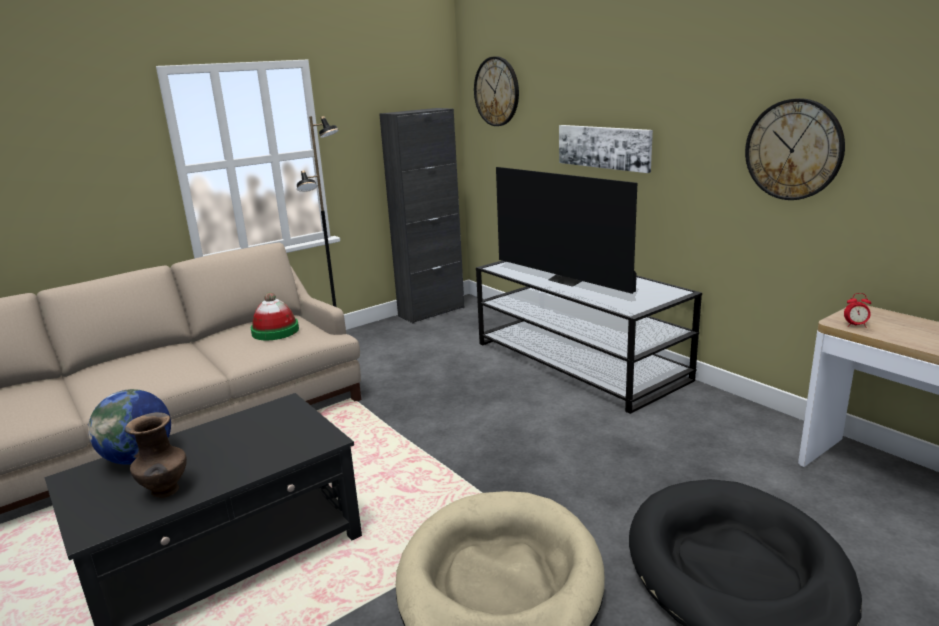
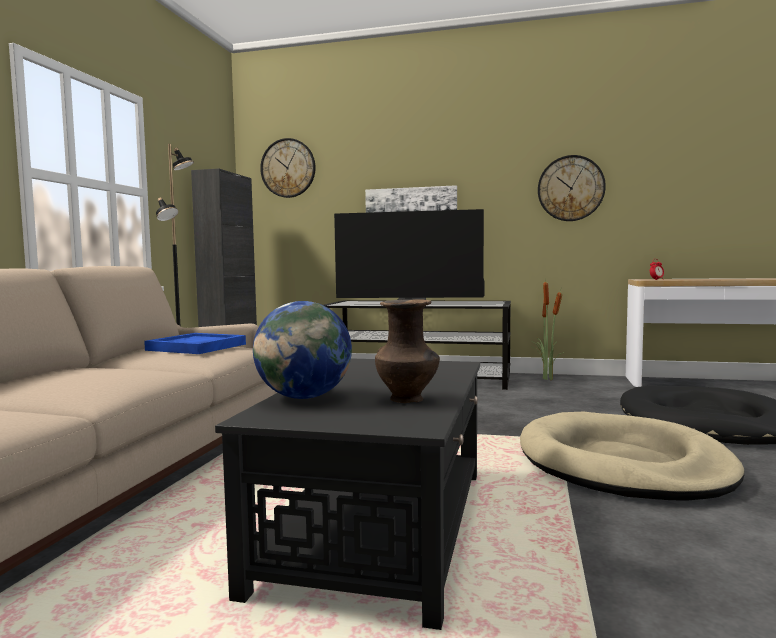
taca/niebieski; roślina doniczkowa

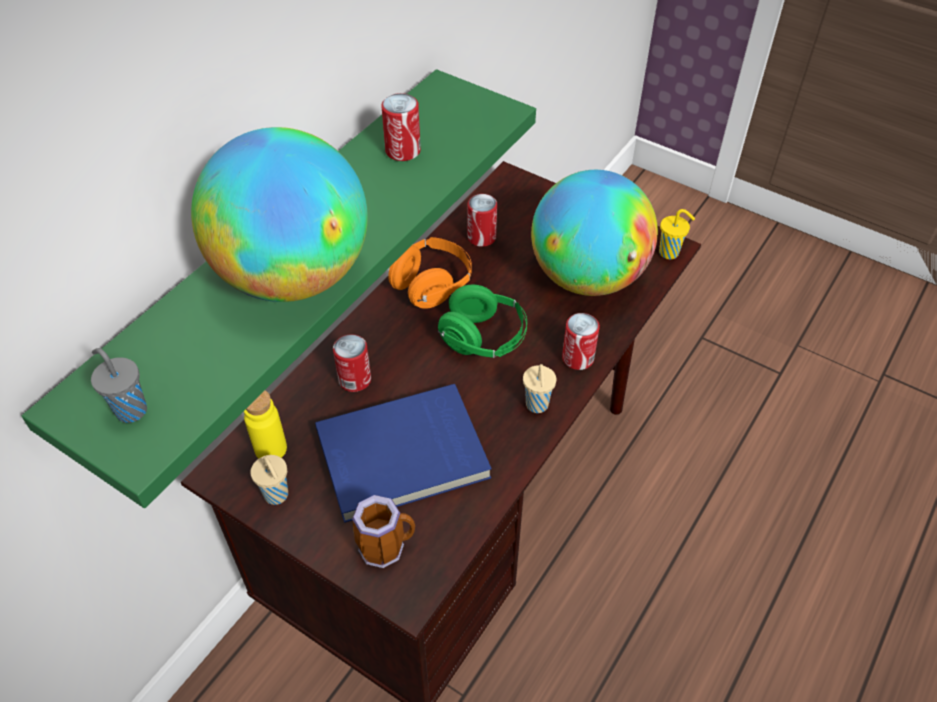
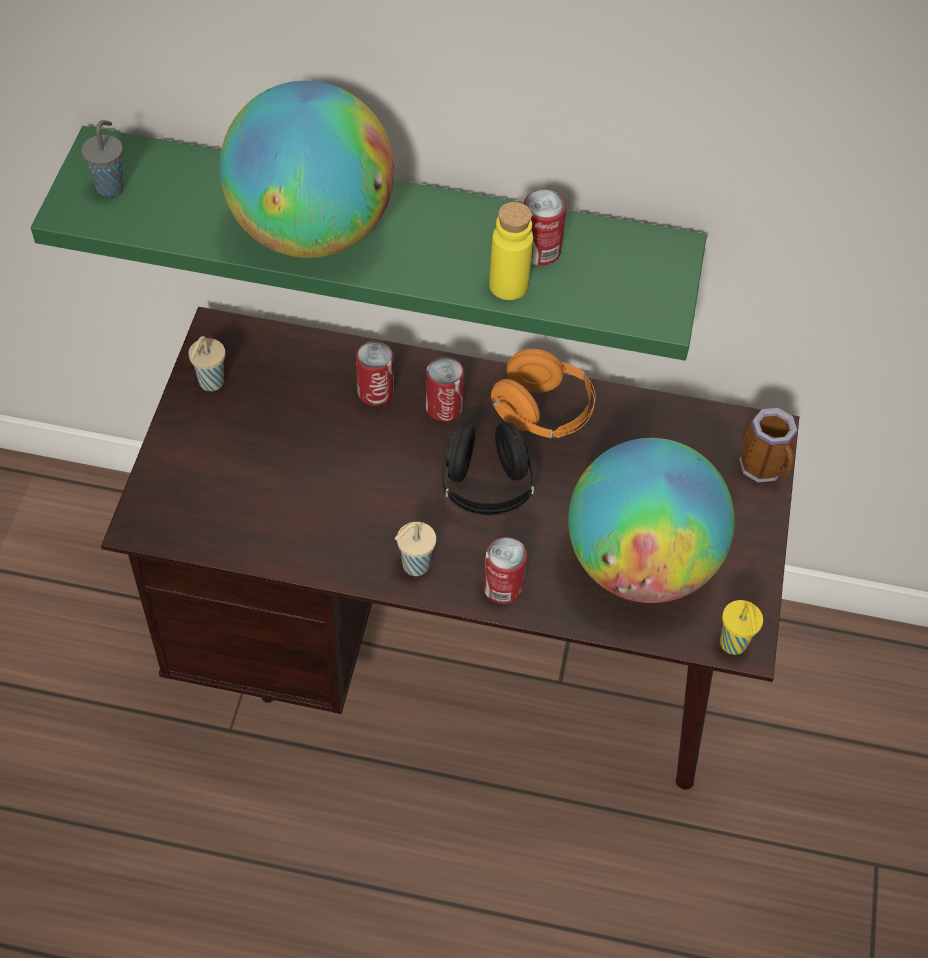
puszka (no. 2 from left); słuchawki/czarny; butelka/żółty; kubek; książka/niebieski

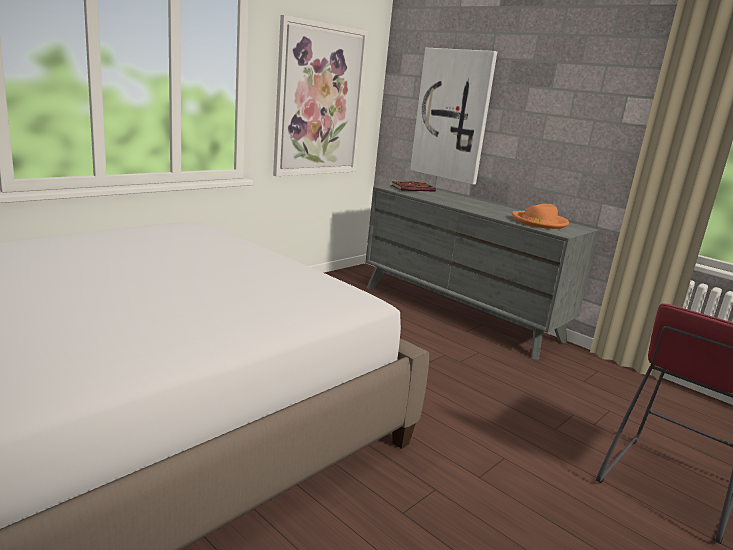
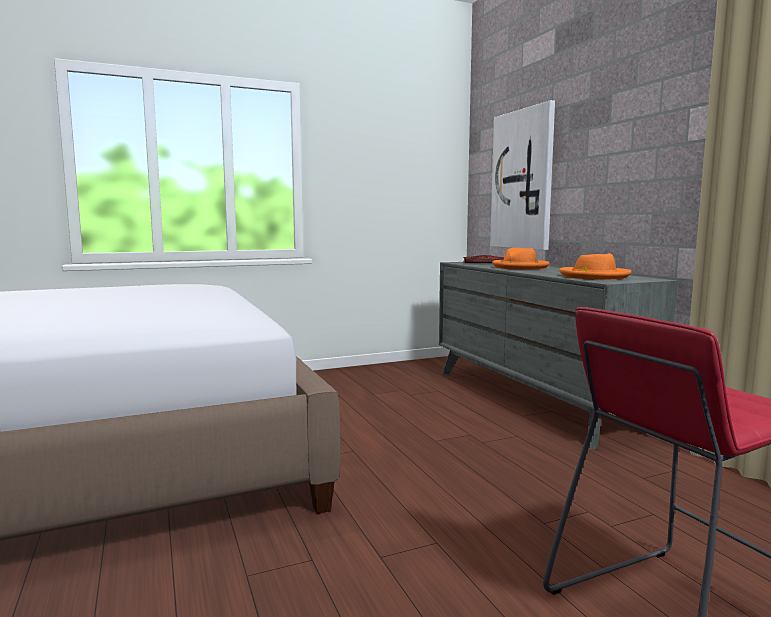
kapelusz/pomarańczowy (no. 1 from left); obraz (no. 1 from left in the first image)

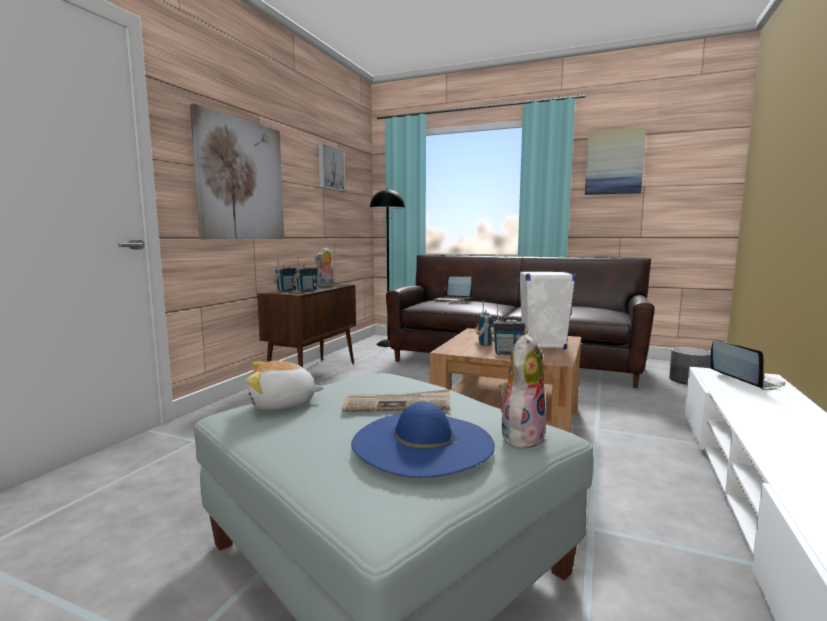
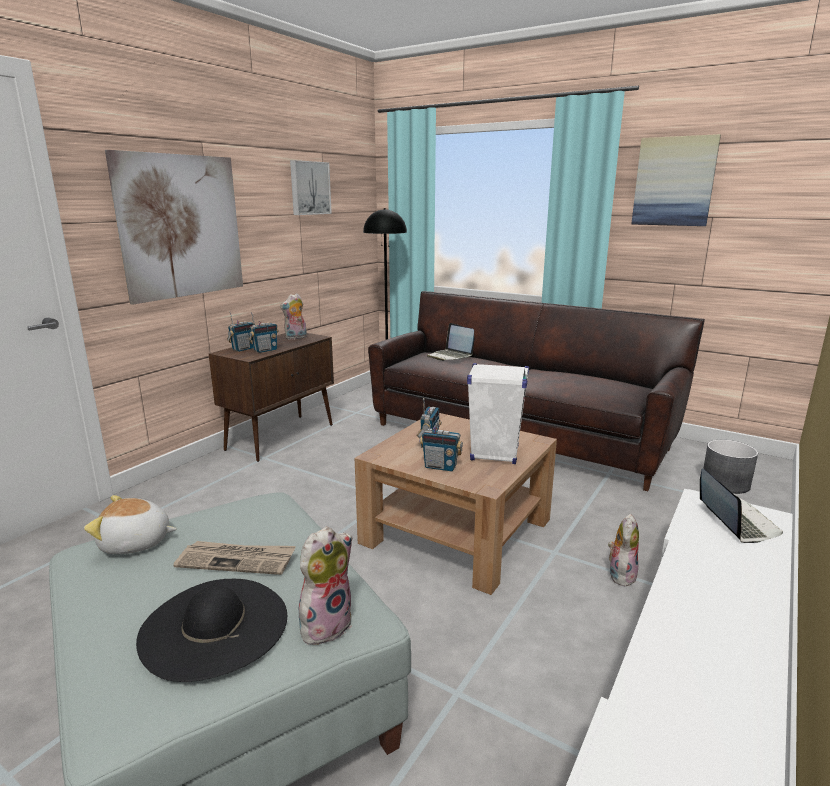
kapelusz/czarny; pluszak (no. 4 from left)

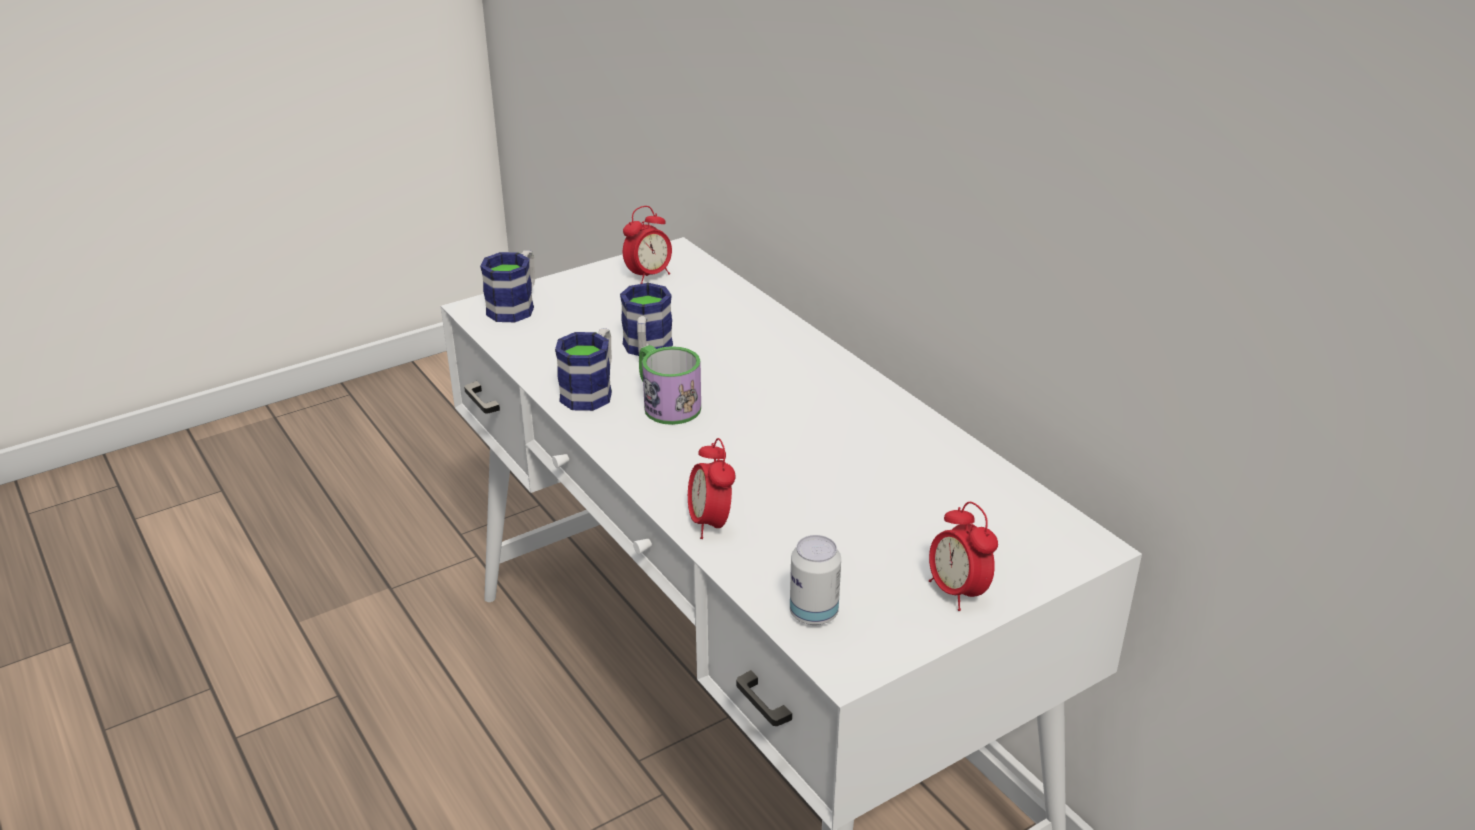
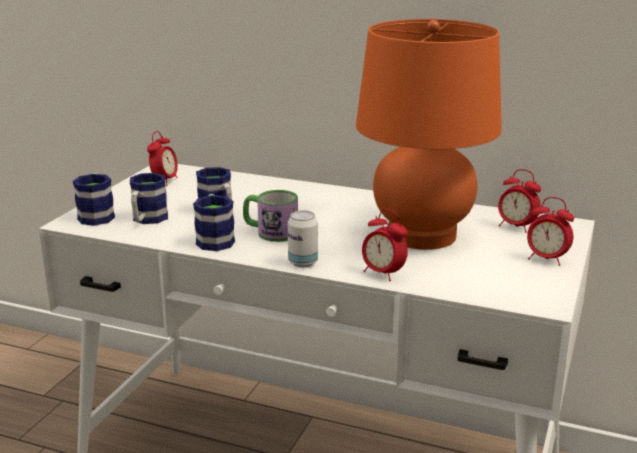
kubek (no. 2 from left); puszka; lampa stołowa/pomarańczowy; budzik (no. 3 from left)

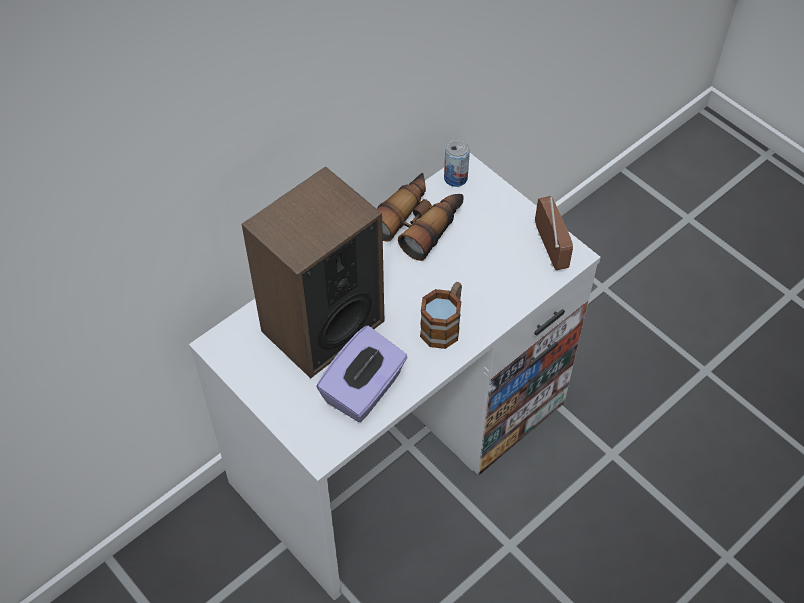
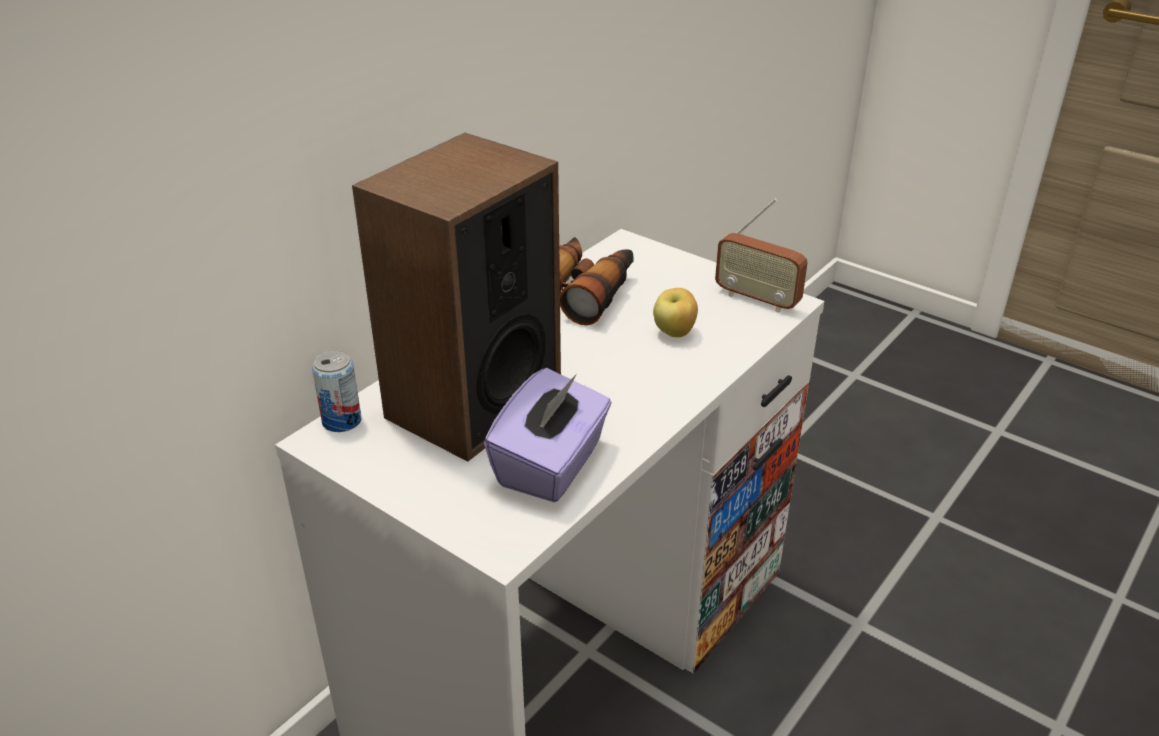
puszka; jabłko; radio; kubek

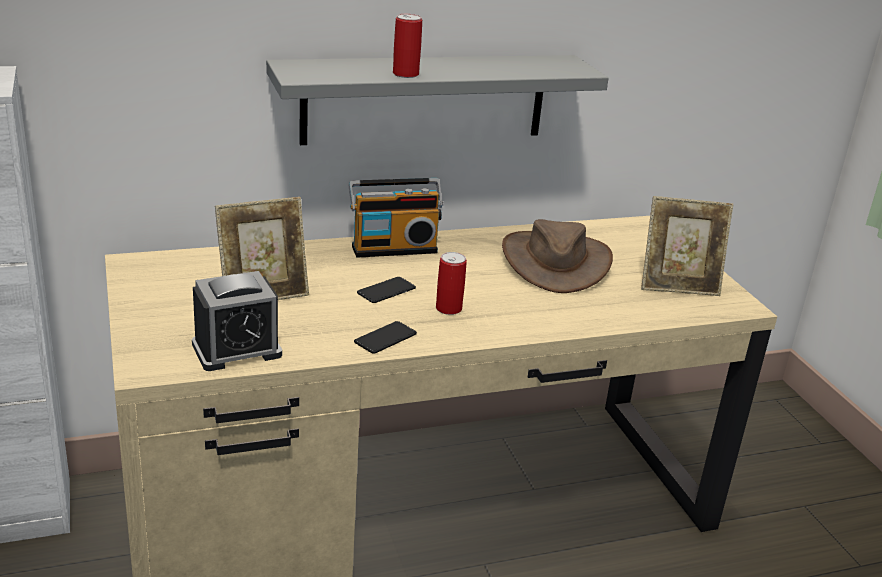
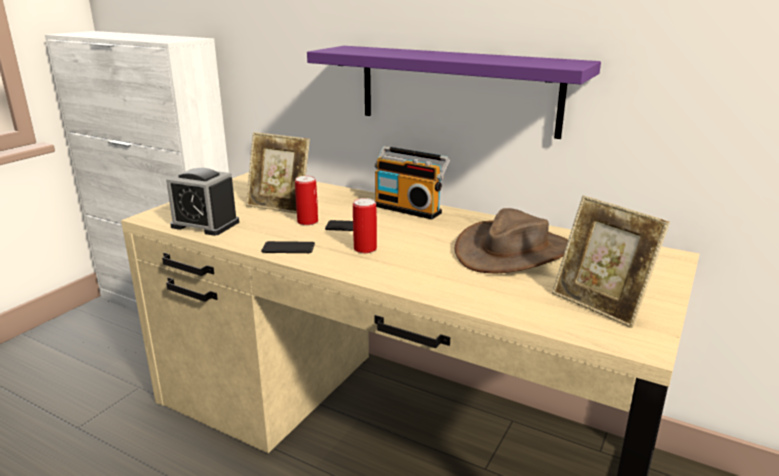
puszka (no. 1 from left); półka/fioletowy

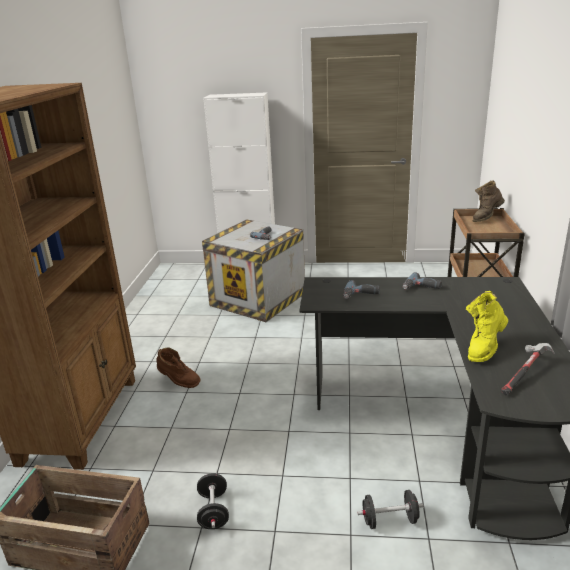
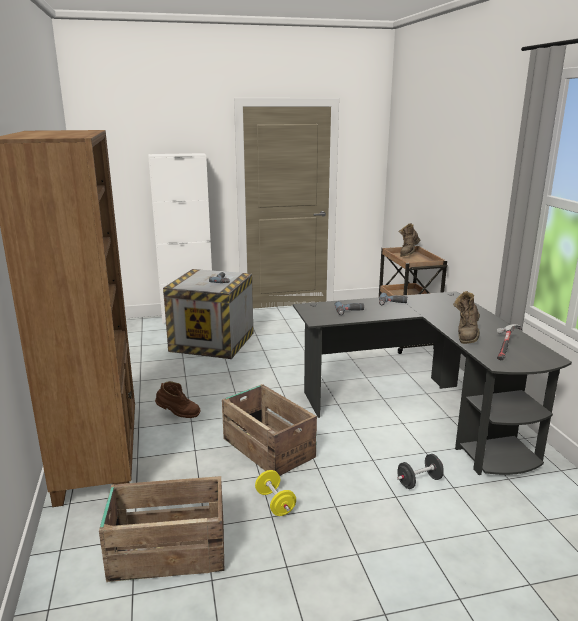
skrzynka (no. 3 from left); hantel/żółty; but z cholewką/brązowy (no. 3 from left)

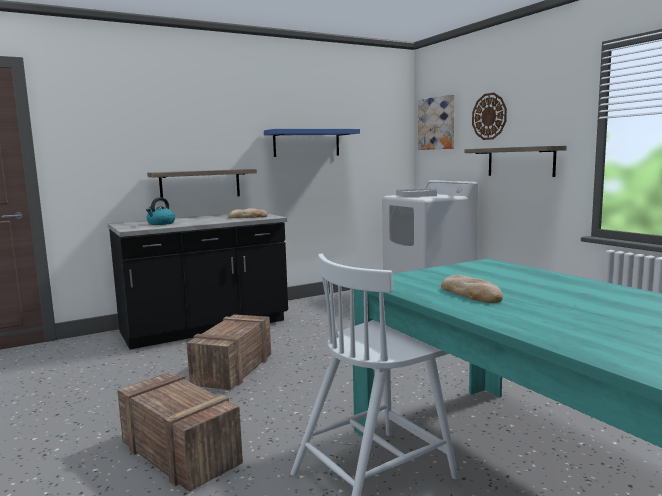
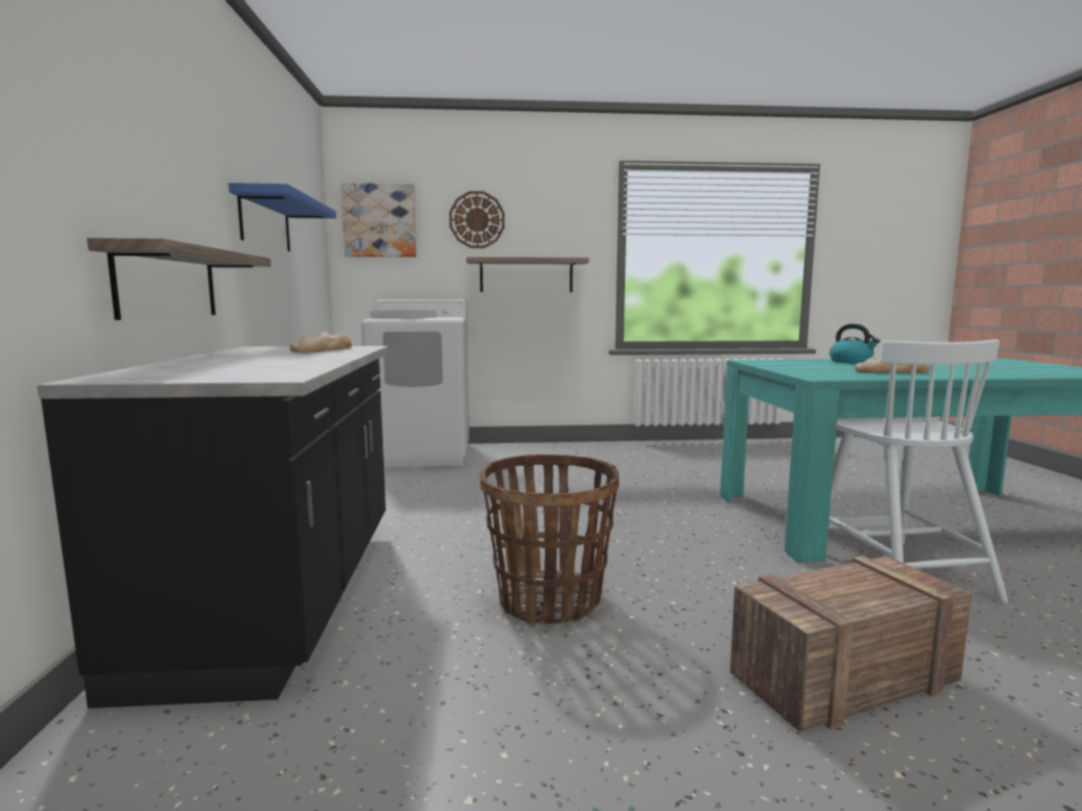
koszyk; czajnik

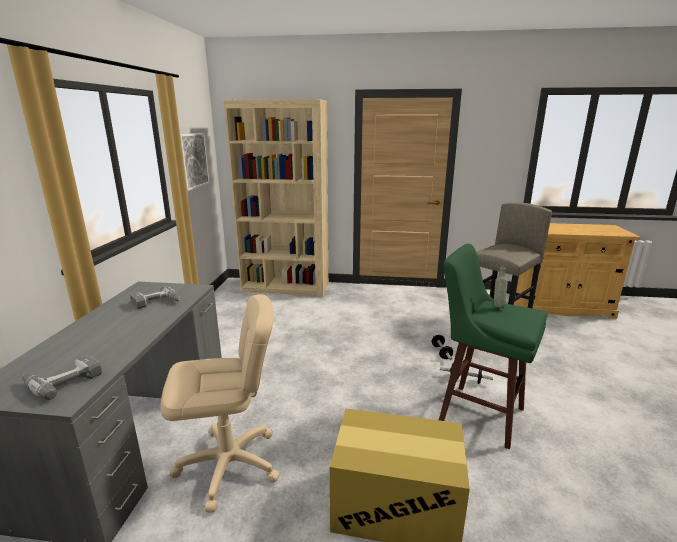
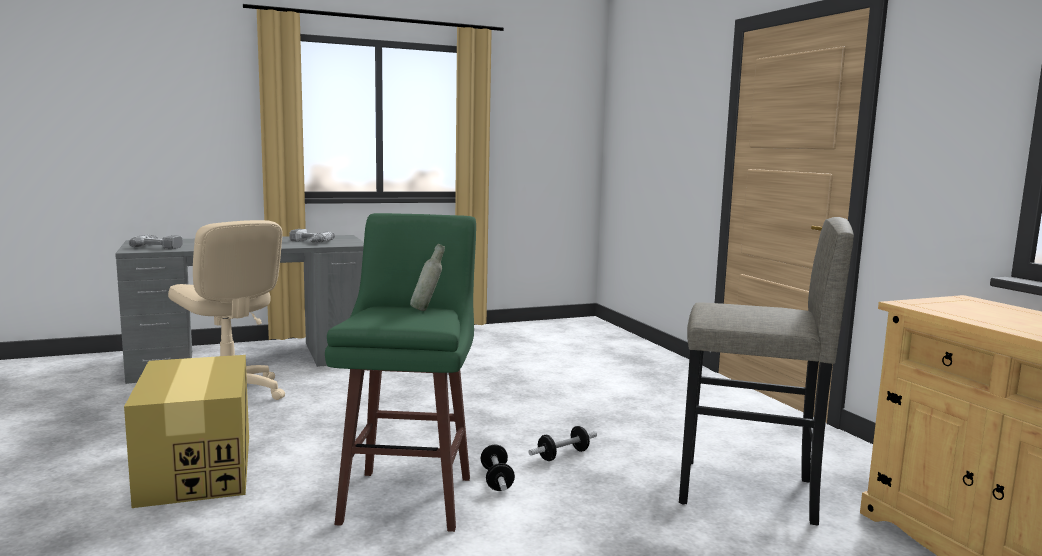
obraz; regał/beżowy

